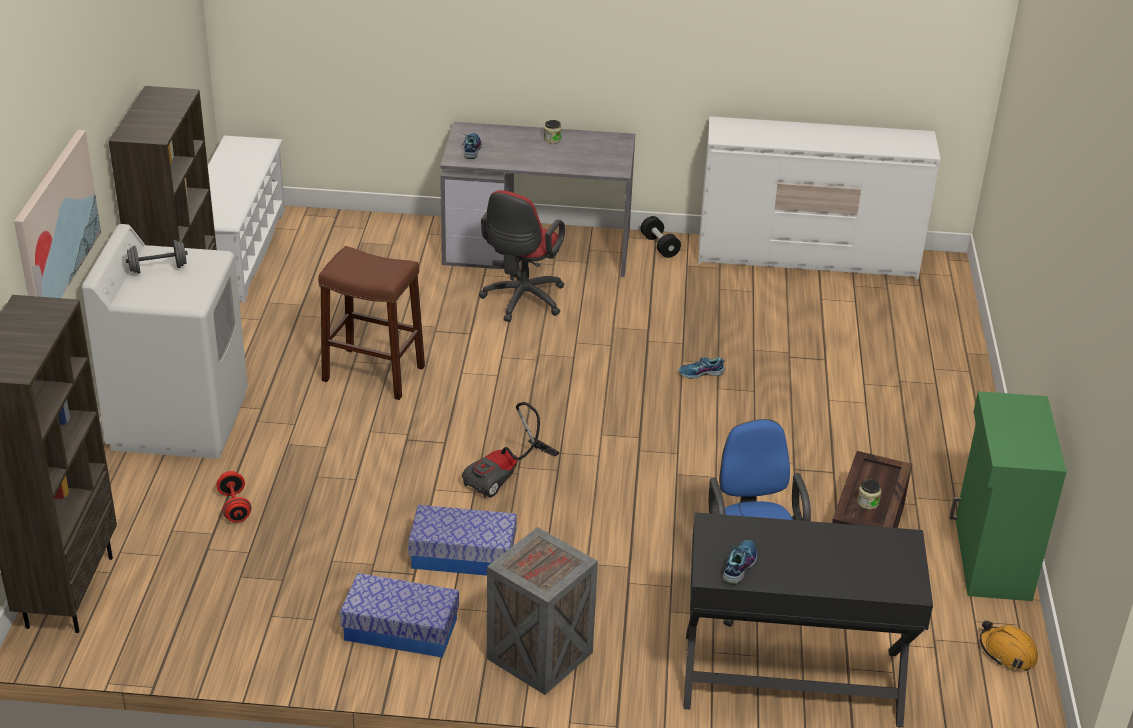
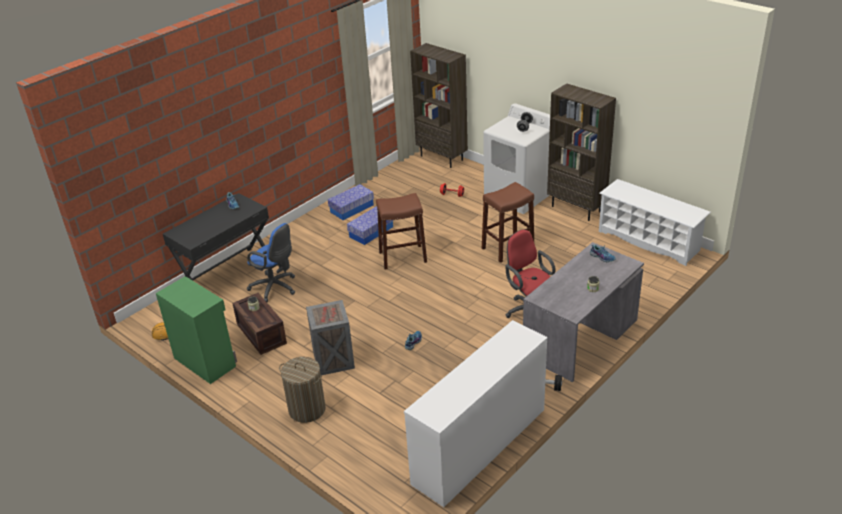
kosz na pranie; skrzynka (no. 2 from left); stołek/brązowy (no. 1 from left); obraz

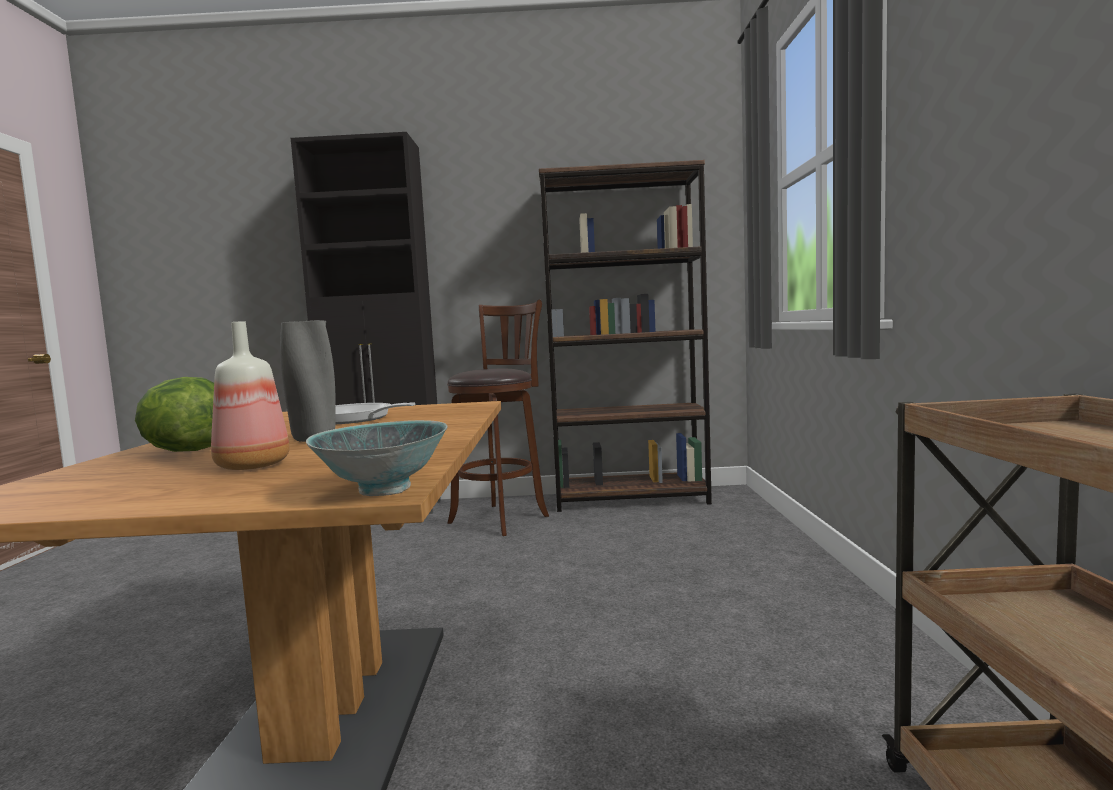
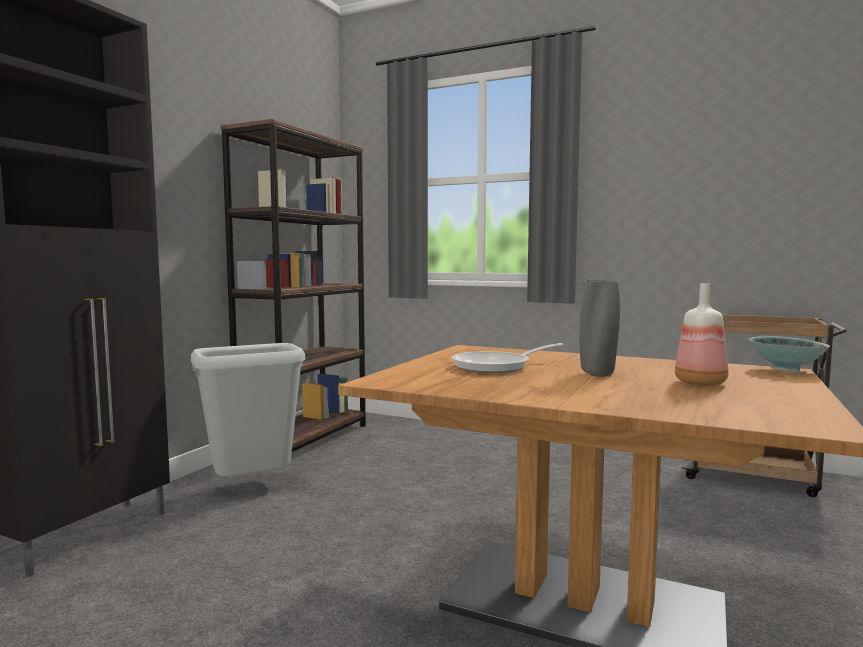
kosz na śmieci/szary; sałata

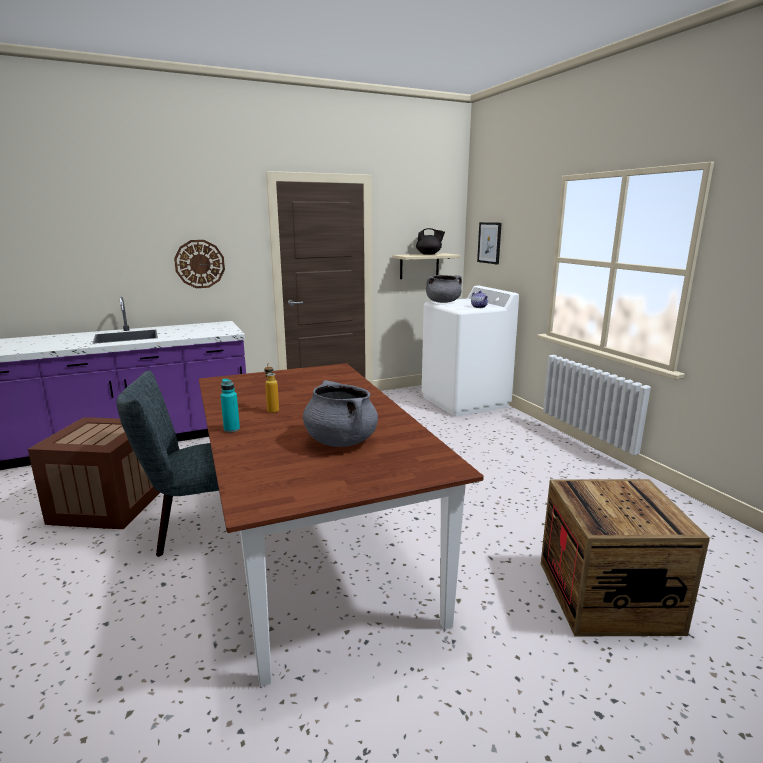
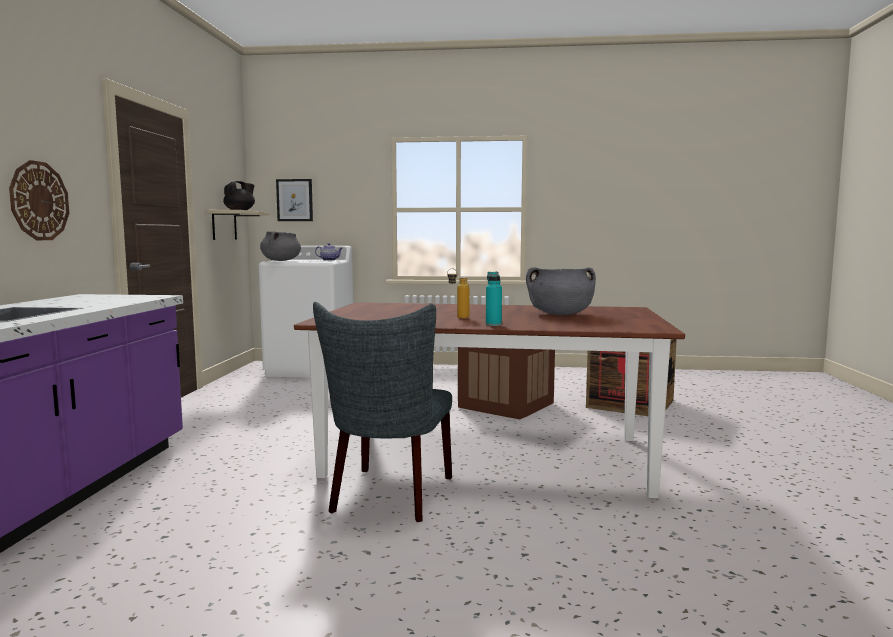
skrzynka (no. 1 from left)

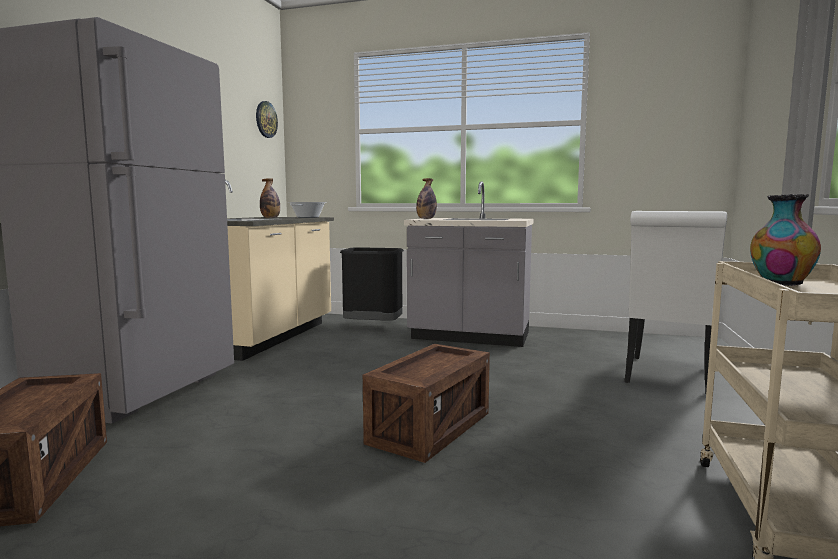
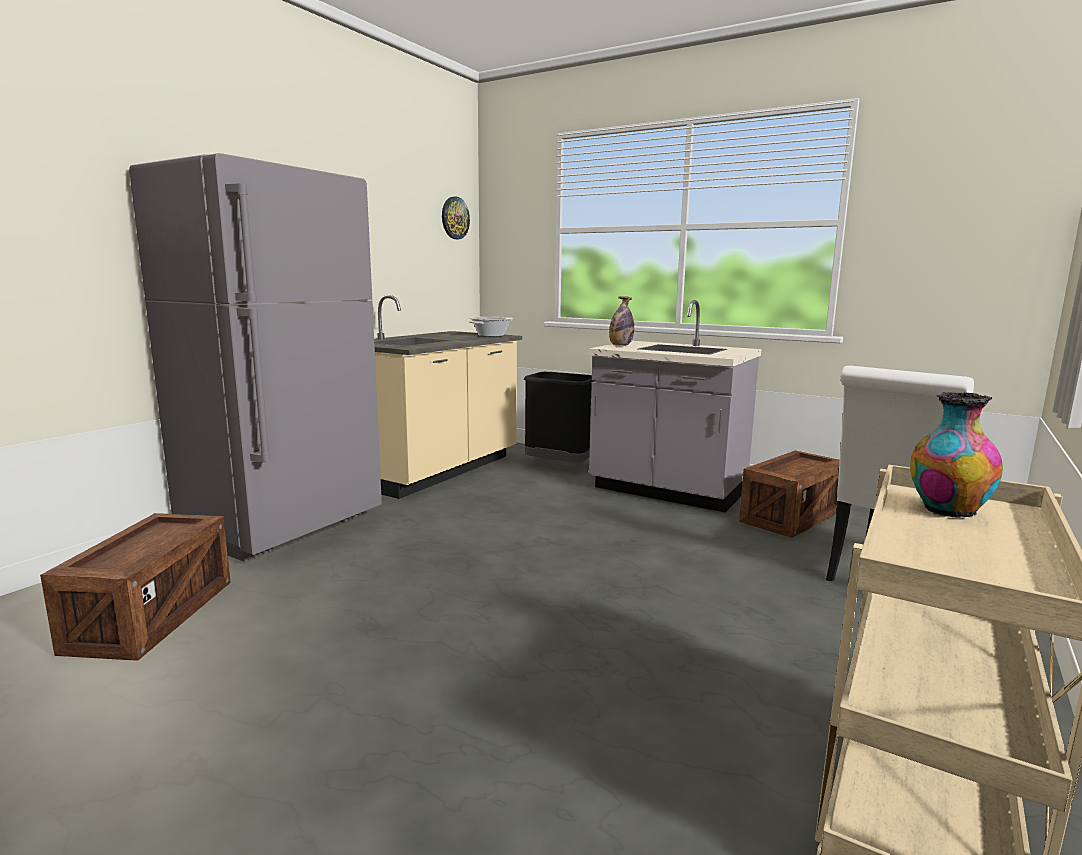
skrzynka (no. 2 from left); butelka (no. 1 from left in the first image)

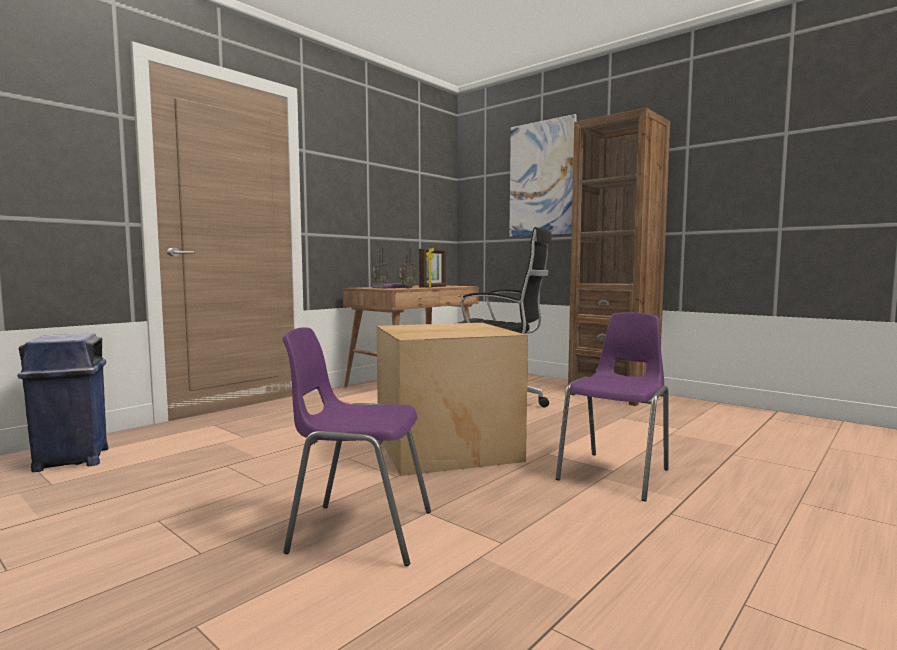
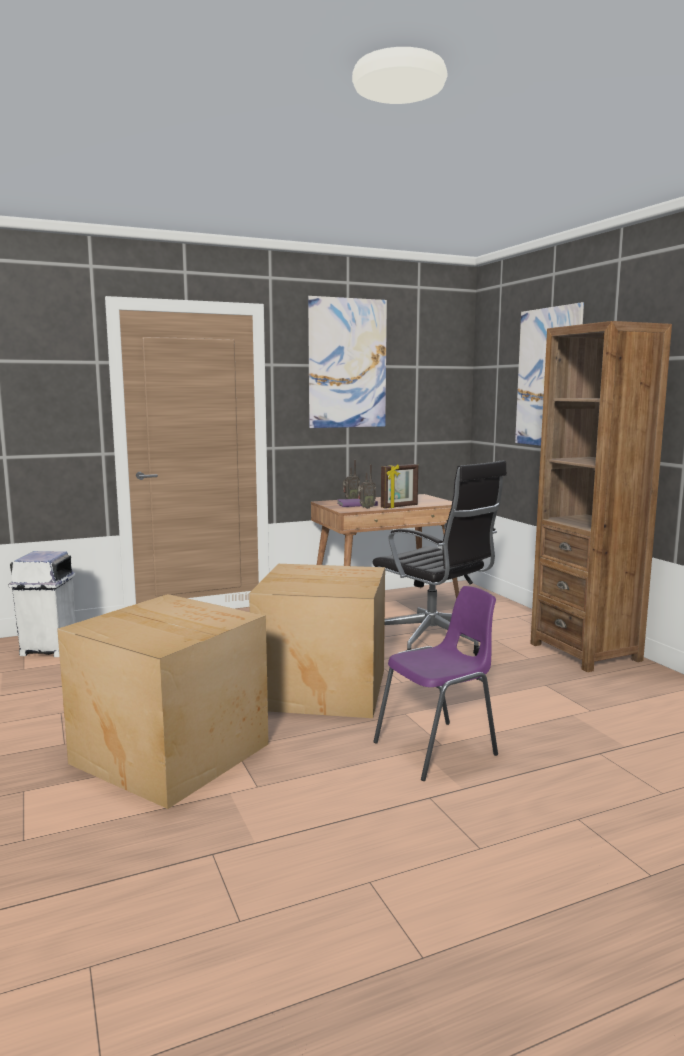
kosz na śmieci/biały; karton (no. 1 from left); obraz (no. 1 from left)

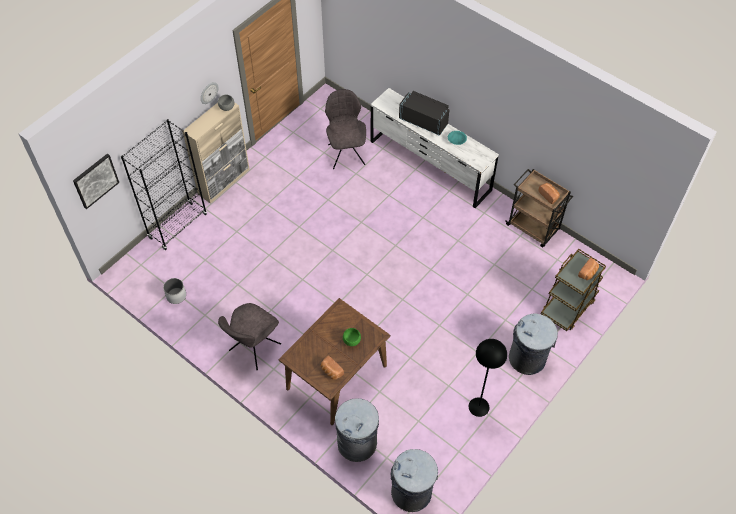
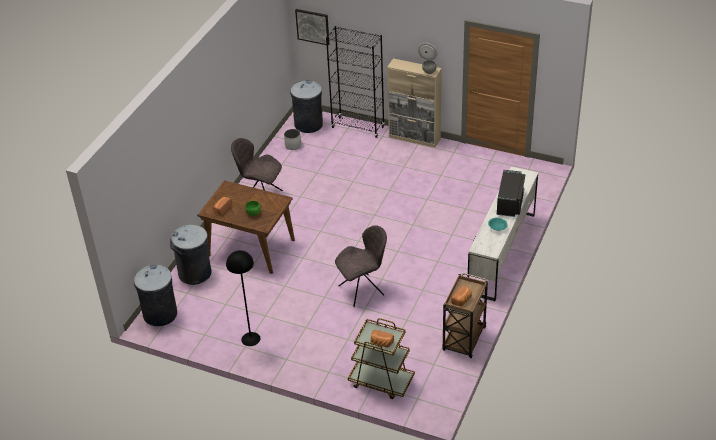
kosz na śmieci/szary (no. 3 from left); krzesło/szary (no. 2 from left)

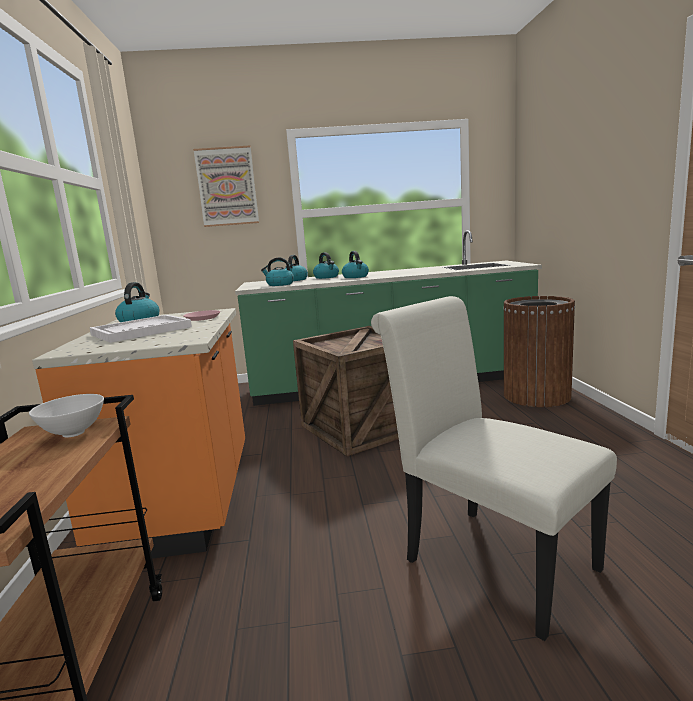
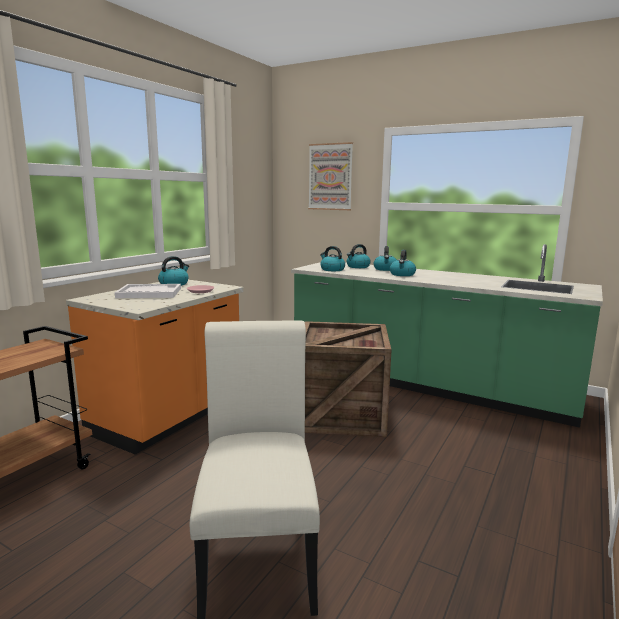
miska/biały; kosz na śmieci/brązowy

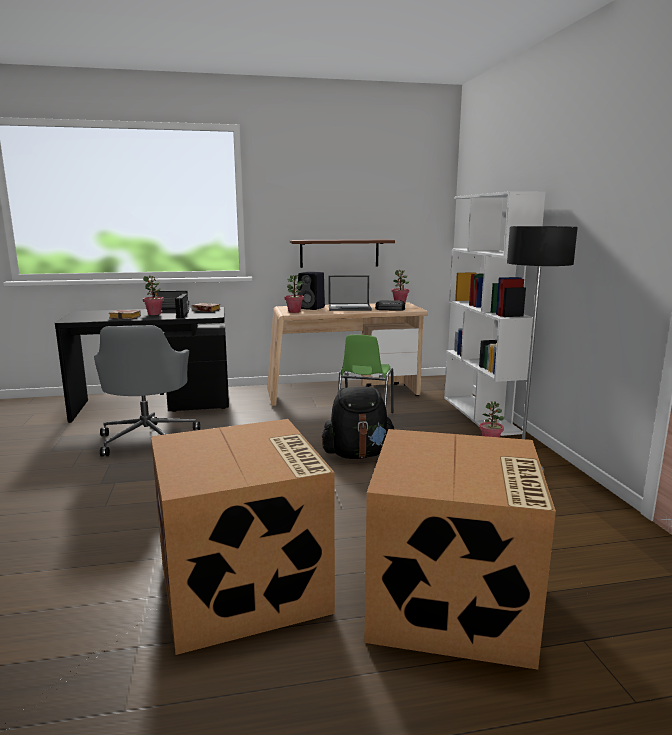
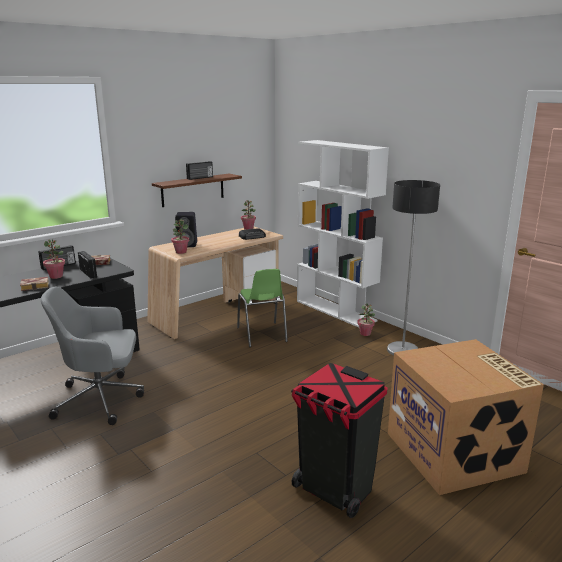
krzesło biurowe/szary; radio (no. 3 from left); kosz na śmieci/czarny; plecak/czarny; laptop

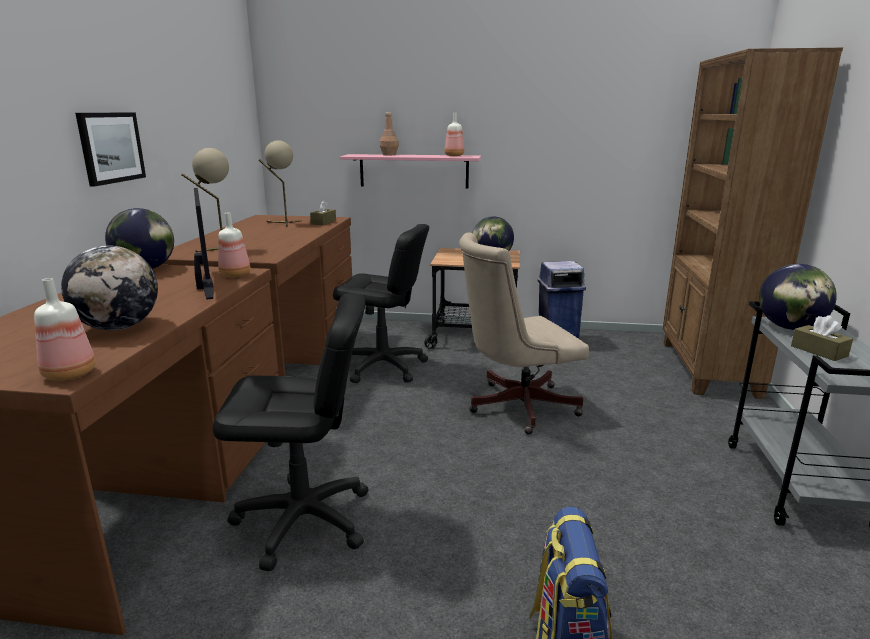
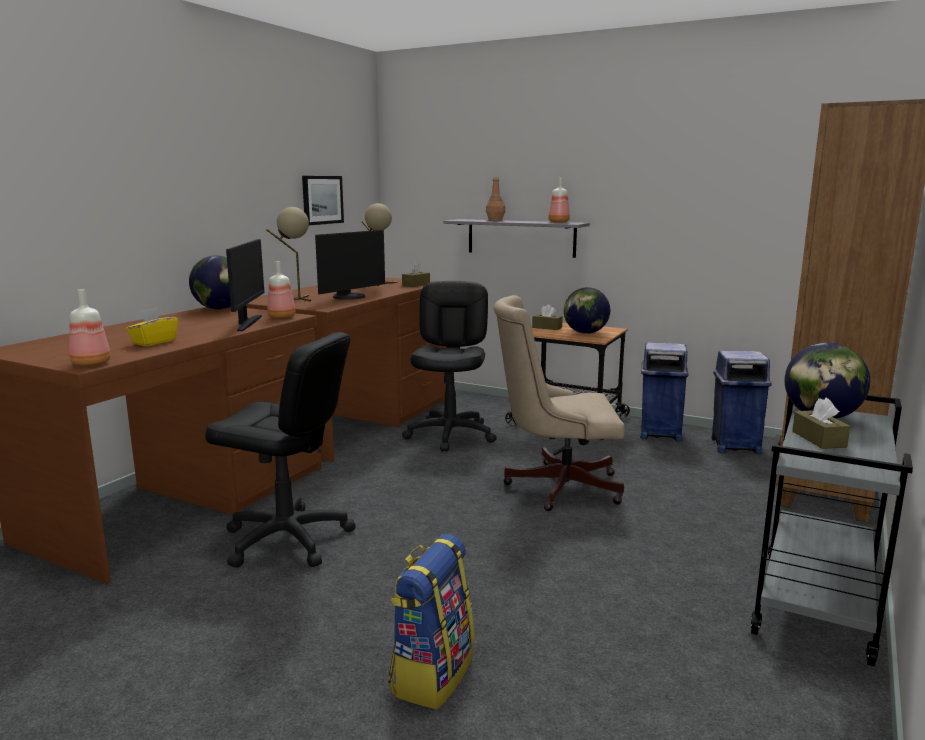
pudełko chusteczek/żółty; obraz; monitor (no. 2 from left); krzesło biurowe/czarny (no. 2 from left); półka/szary; pudełko chusteczek/brązowy (no. 2 from left); kosz na śmieci/niebieski (no. 2 from left)

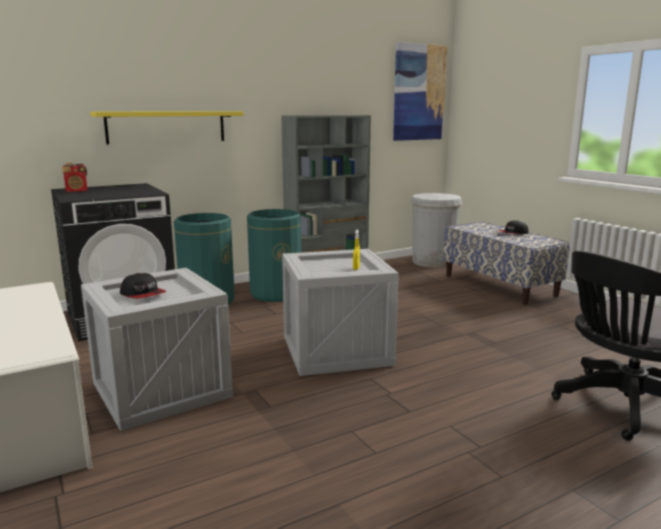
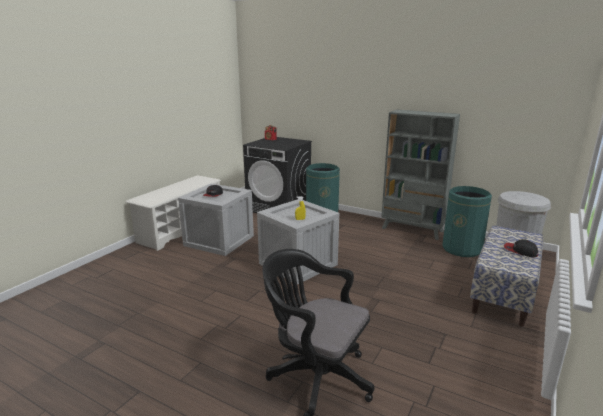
kosz na śmieci/zielony (no. 2 from left); półka/żółty; obraz

